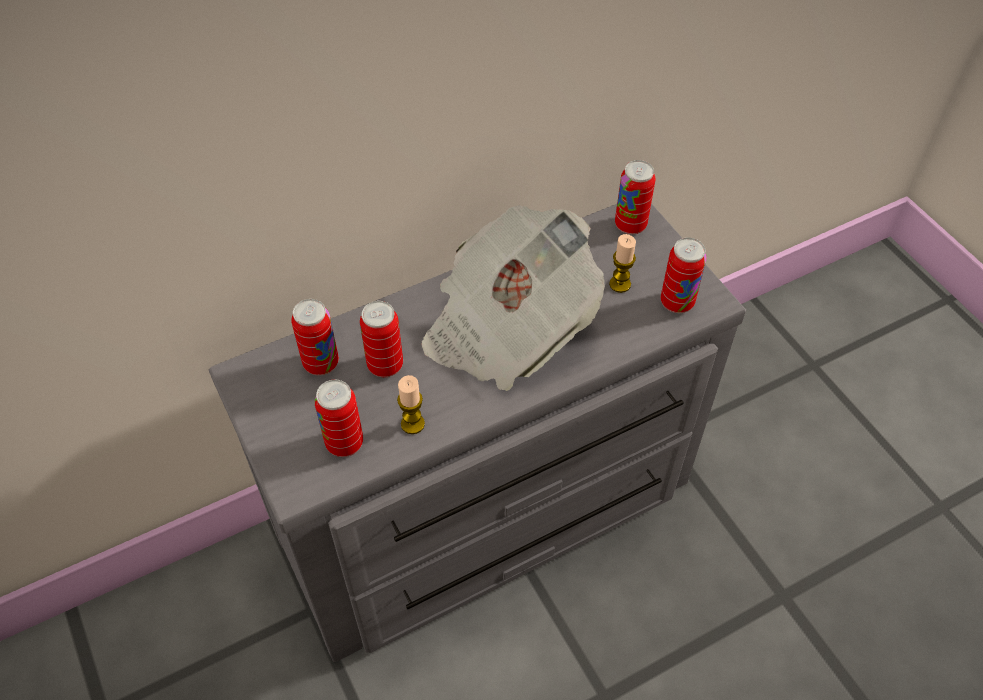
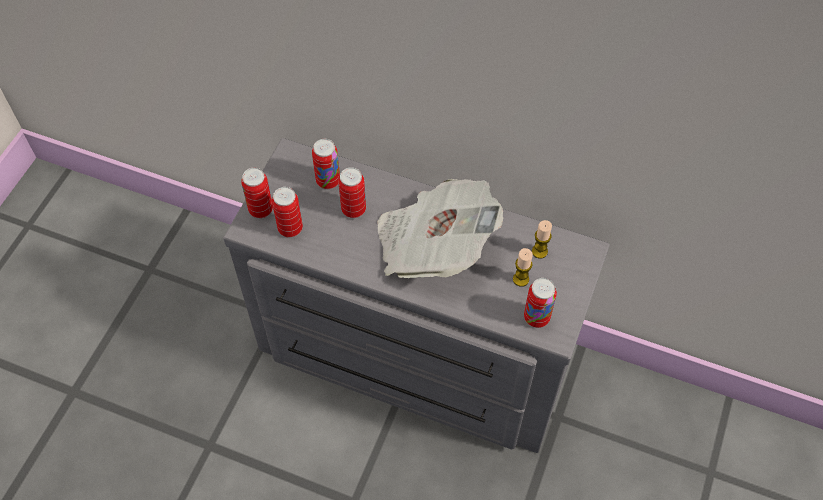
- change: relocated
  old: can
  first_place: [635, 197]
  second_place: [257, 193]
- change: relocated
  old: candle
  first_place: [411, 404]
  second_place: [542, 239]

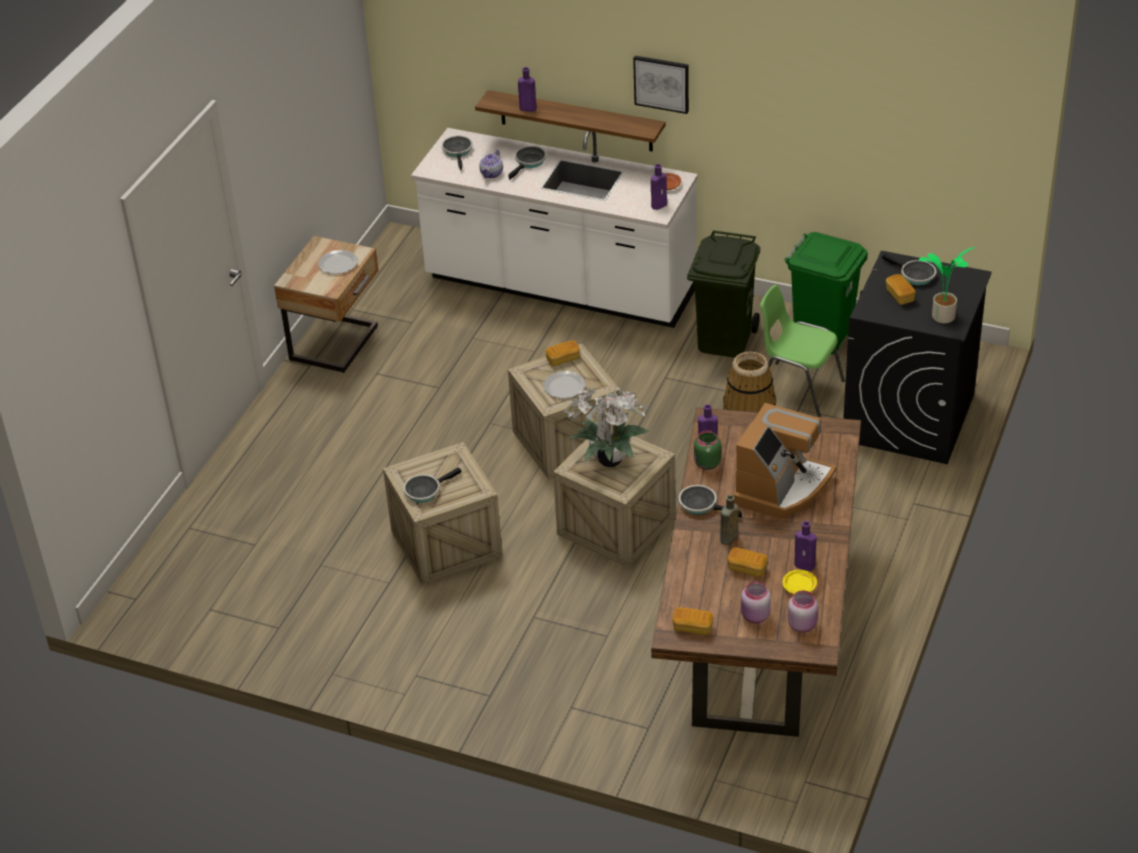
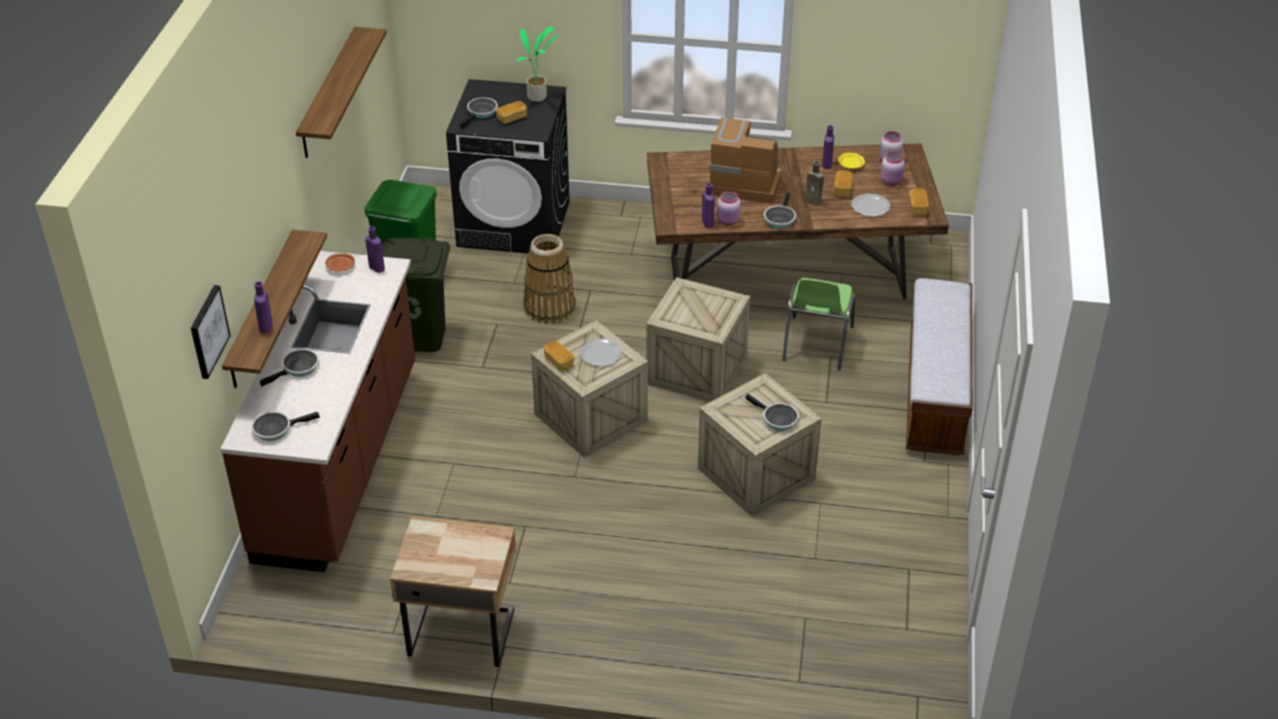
- change: relocated
  old: picture
  first_place: [661, 85]
  second_place: [211, 332]
- change: colour
  old: counter (white)
  new: counter (brown)
  first_place: [554, 228]
  second_place: [317, 411]
- change: spun
  old: frying pan
  first_place: [527, 163]
  second_place: [289, 368]
  degrees: 120
- change: missing
  old: teapot
  first_place: [491, 164]
- change: relocated
  old: plate
  first_place: [338, 262]
  second_place: [870, 205]
- change: relocated
  old: chair (green)
  first_place: [802, 351]
  second_place: [819, 324]
- change: missing
  old: potted plant
  first_place: [606, 426]
- change: colour
  old: jar (green)
  new: jar (pink)
  first_place: [707, 450]
  second_place: [729, 208]
- change: appeared
  new: shelf
  second_place: [341, 92]
- change: appeared
  new: bench
  second_place: [939, 366]

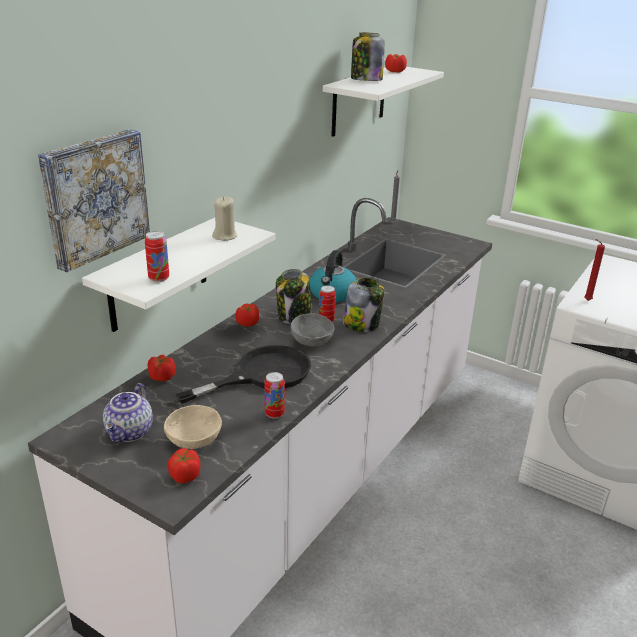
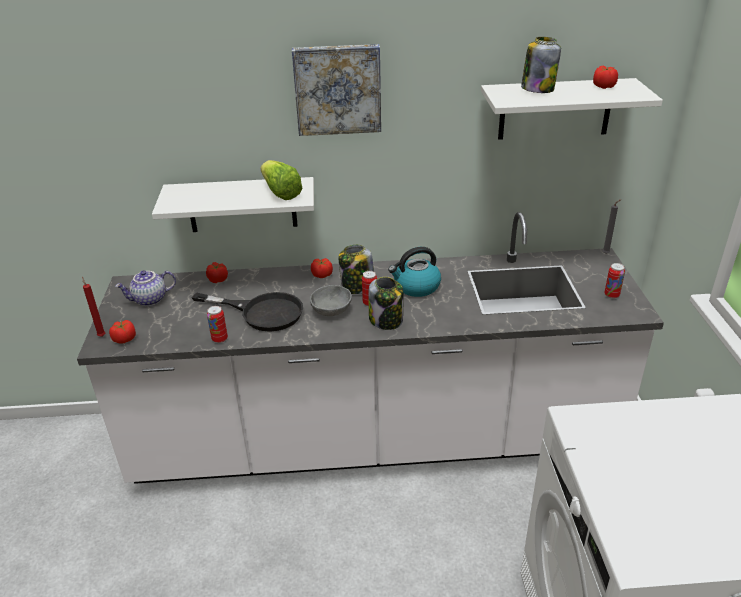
- change: relocated
  old: picture
  first_place: [94, 200]
  second_place: [336, 90]
- change: exchanged
  old: candle (beige)
  new: lettuce
  first_place: [224, 219]
  second_place: [281, 180]
- change: relocated
  old: can
  first_place: [157, 256]
  second_place: [614, 281]
- change: relocated
  old: candle (red)
  first_place: [594, 270]
  second_place: [93, 307]
- change: missing
  old: bowl (beige)
  first_place: [193, 427]

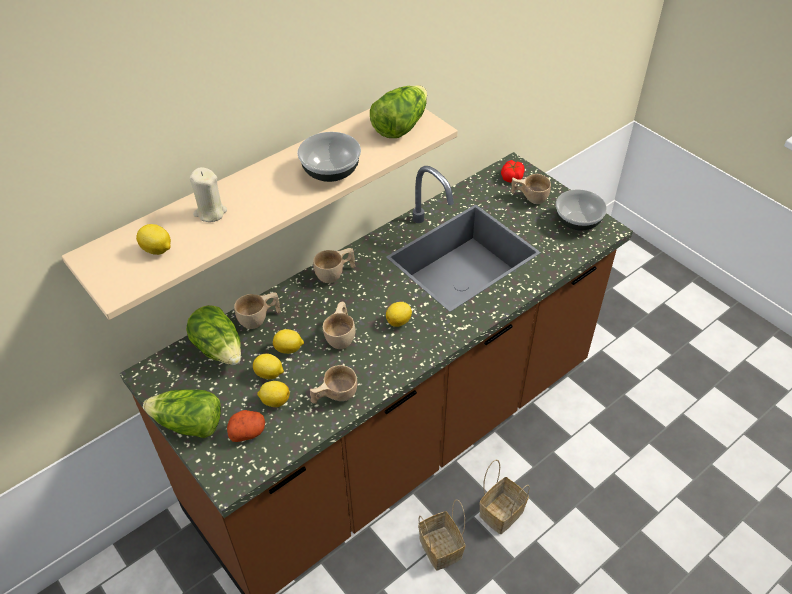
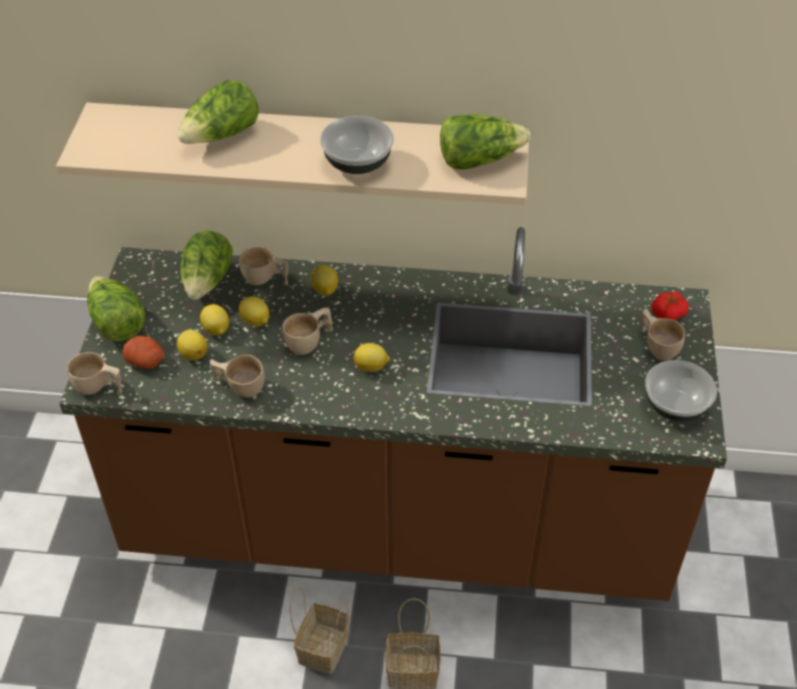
- change: exchanged
  old: candle (beige)
  new: lettuce
  first_place: [208, 194]
  second_place: [218, 112]
- change: relocated
  old: lemon
  first_place: [153, 239]
  second_place: [324, 280]
- change: relocated
  old: cup (beige)
  first_place: [334, 265]
  second_place: [94, 373]

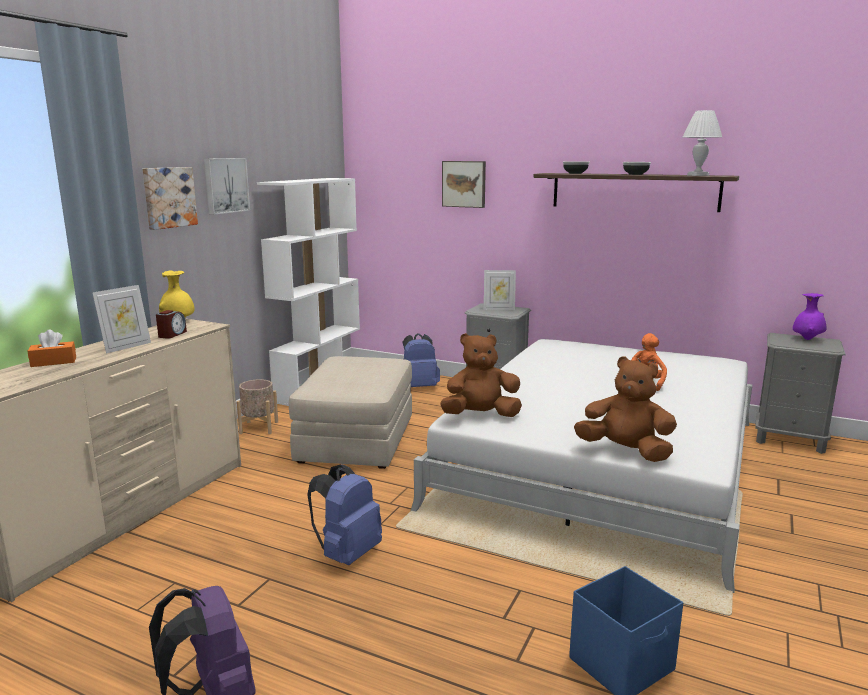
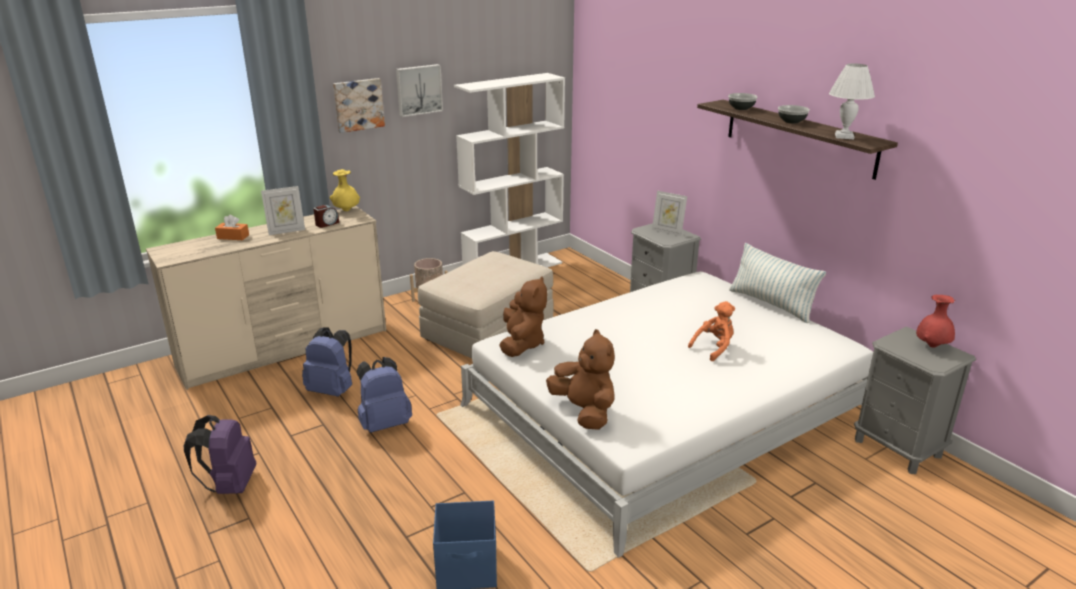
- change: missing
  old: picture
  first_place: [464, 184]
- change: colour
  old: vase (purple)
  new: vase (red)
  first_place: [809, 316]
  second_place: [935, 321]
- change: relocated
  old: backpack (blue)
  first_place: [421, 360]
  second_place: [327, 362]
- change: spun
  old: plush toy (brown)
  first_place: [481, 375]
  second_place: [523, 316]
  degrees: 75
- change: appeared
  new: pillow
  second_place: [777, 283]

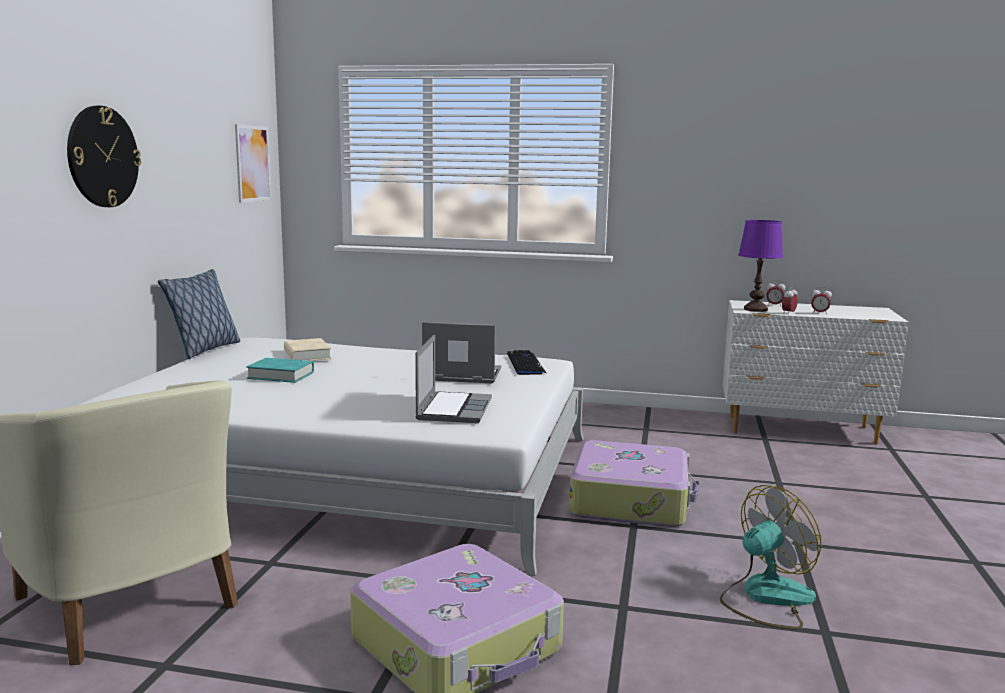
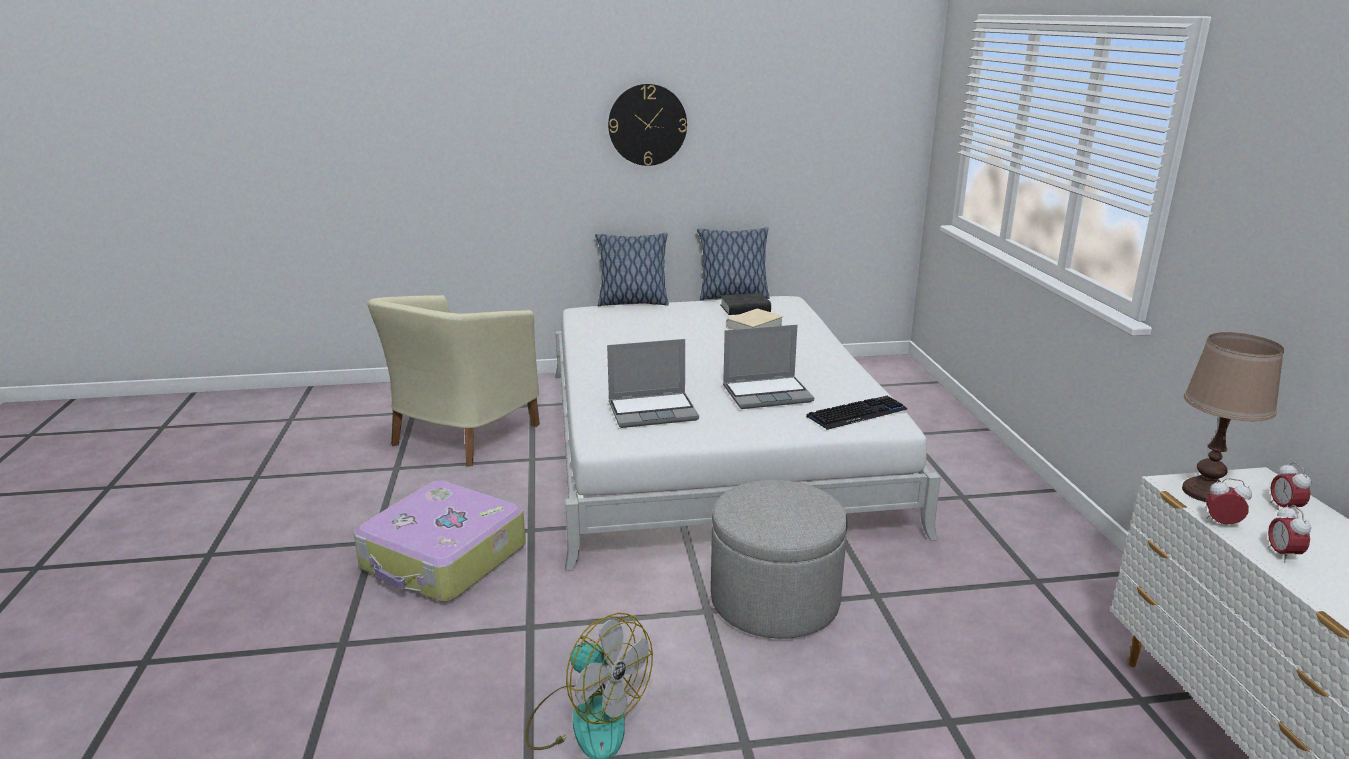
- change: missing
  old: picture
  first_place: [253, 163]
- change: colour
  old: table lamp (purple)
  new: table lamp (brown)
  first_place: [760, 266]
  second_place: [1233, 417]
- change: spun
  old: laptop
  first_place: [461, 352]
  second_place: [768, 367]
  degrees: 90
- change: missing
  old: book (turquoise)
  first_place: [280, 370]
- change: exchanged
  old: suitcase
  new: ottoman (grey)
  first_place: [634, 483]
  second_place: [779, 559]
- change: appeared
  new: pillow
  second_place: [632, 269]
- change: appeared
  new: book (black)
  second_place: [745, 304]

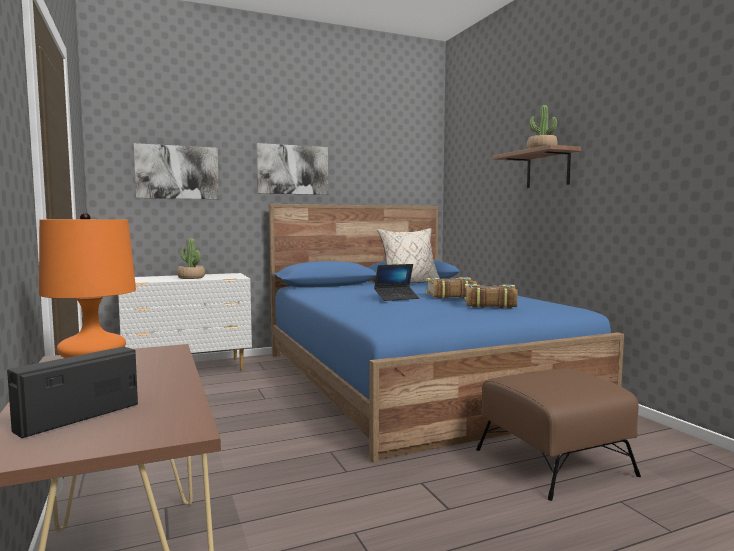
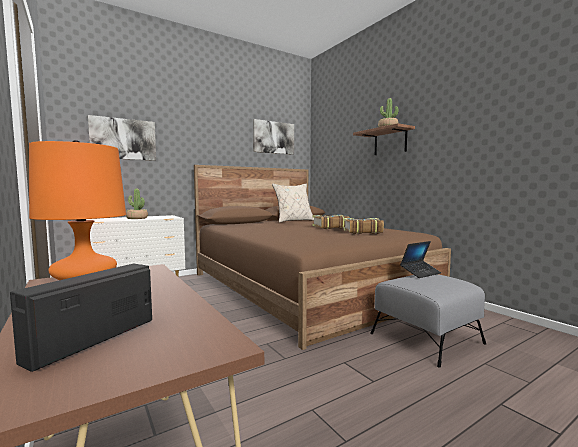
- change: relocated
  old: picture
  first_place: [292, 169]
  second_place: [273, 137]
- change: colour
  old: bed (blue)
  new: bed (brown)
  first_place: [446, 333]
  second_place: [322, 257]
- change: relocated
  old: laptop
  first_place: [397, 282]
  second_place: [420, 259]
- change: colour
  old: ottoman (brown)
  new: ottoman (grey)
  first_place: [558, 435]
  second_place: [428, 321]

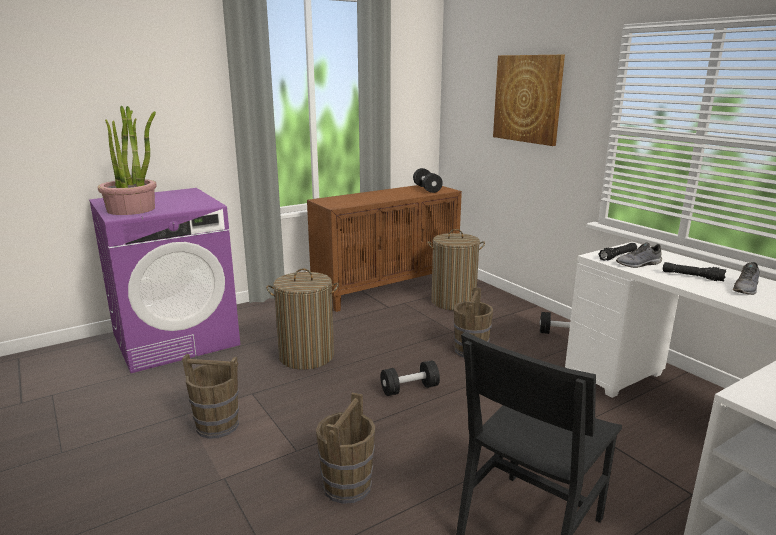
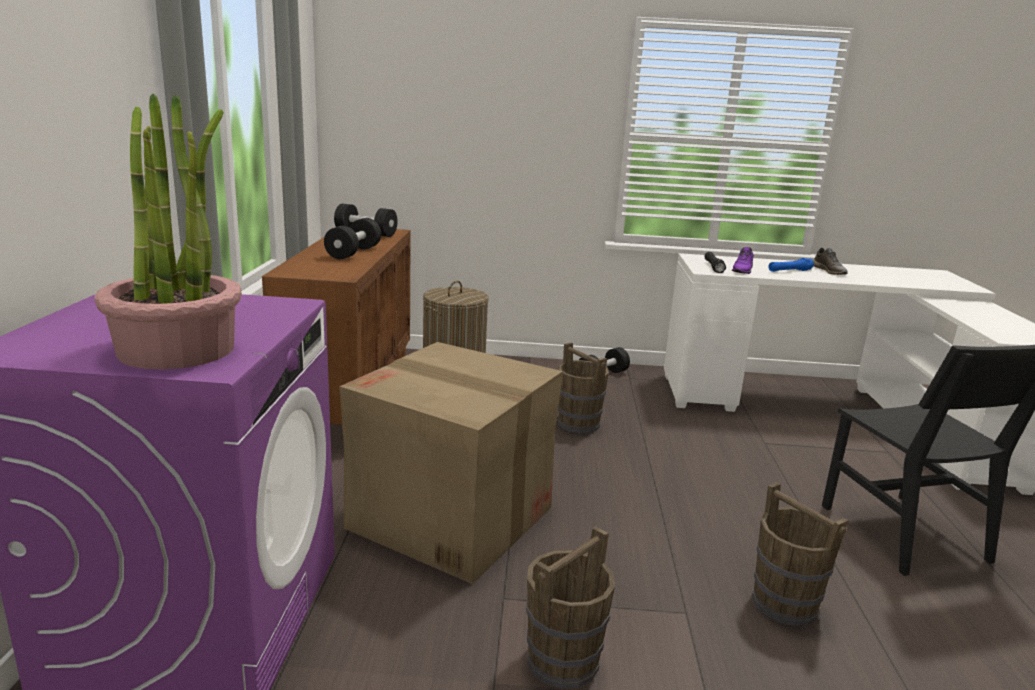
- change: missing
  old: picture
  first_place: [529, 100]
- change: colour
  old: shoe (grey)
  new: shoe (purple)
  first_place: [639, 255]
  second_place: [743, 260]
- change: colour
  old: flashlight (black)
  new: flashlight (blue)
  first_place: [694, 271]
  second_place: [791, 265]
- change: exchanged
  old: laundry basket
  new: cardboard box
  first_place: [302, 319]
  second_place: [451, 463]
- change: relocated
  old: dumbbell (black)
  first_place: [410, 378]
  second_place: [352, 238]

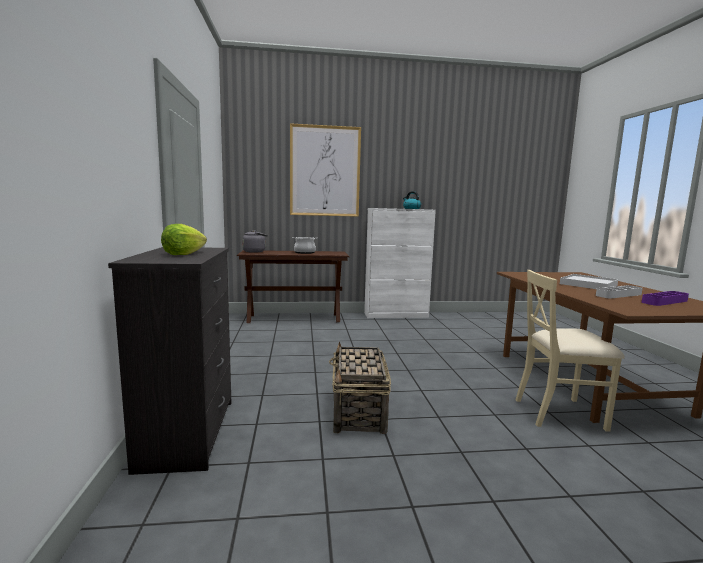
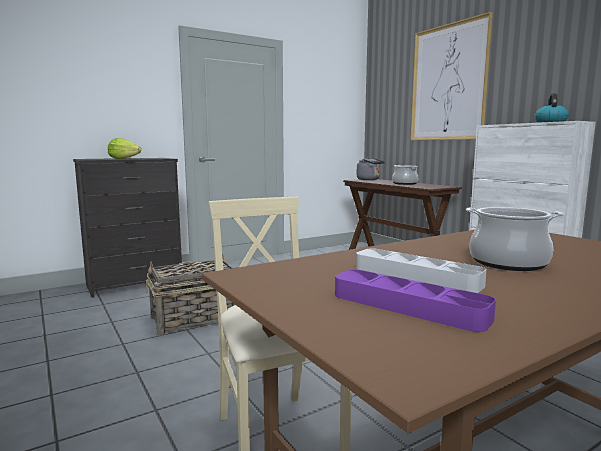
- change: exchanged
  old: tray (white)
  new: cooking pot
  first_place: [589, 281]
  second_place: [515, 239]

